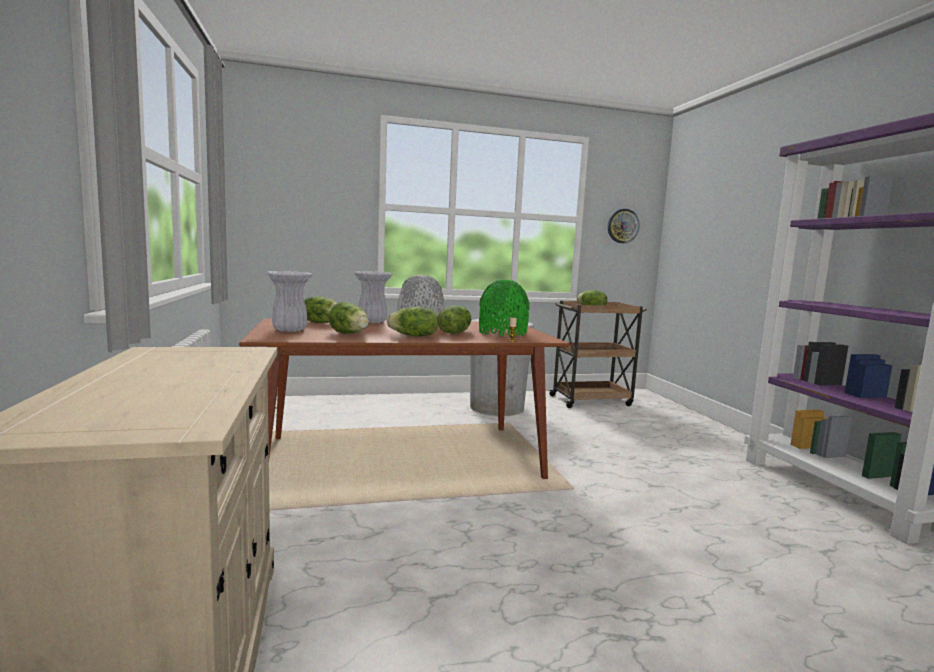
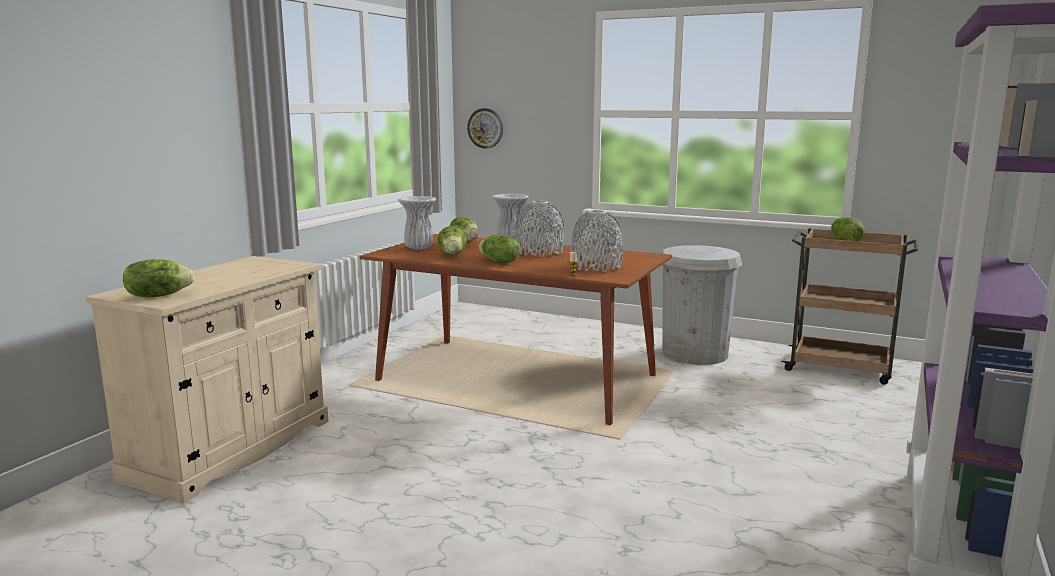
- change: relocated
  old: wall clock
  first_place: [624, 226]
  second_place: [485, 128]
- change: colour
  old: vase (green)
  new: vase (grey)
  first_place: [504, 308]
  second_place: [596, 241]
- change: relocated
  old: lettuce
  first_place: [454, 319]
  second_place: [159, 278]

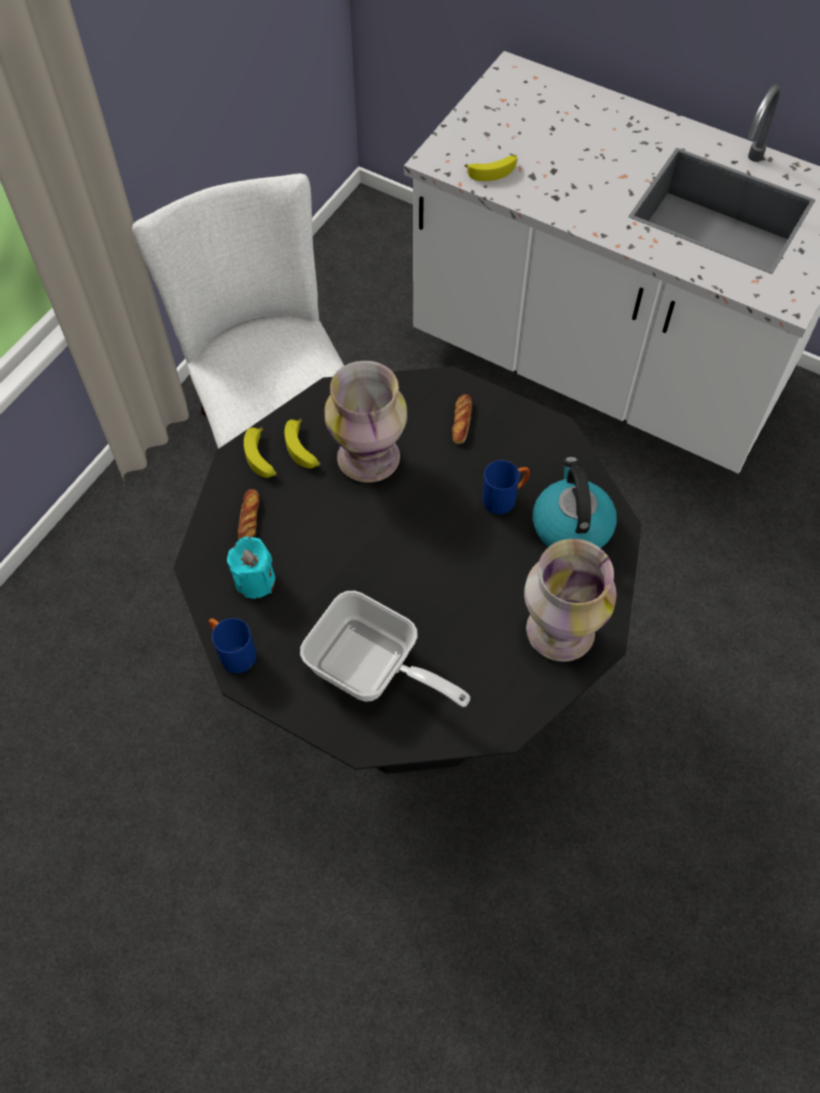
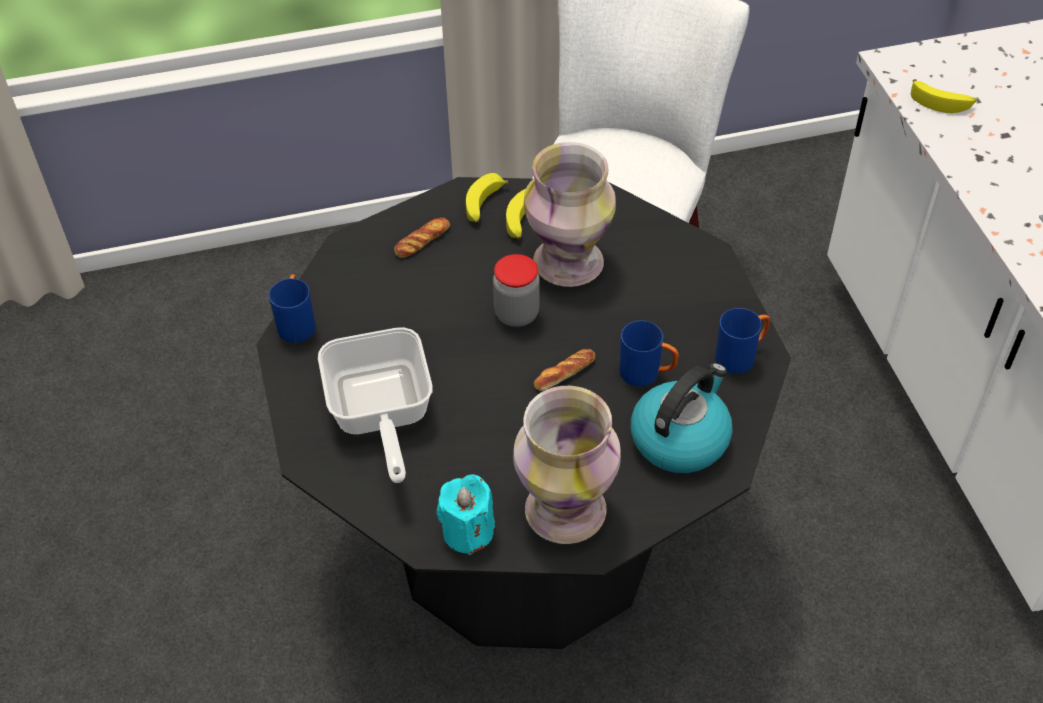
- change: relocated
  old: bread
  first_place: [462, 419]
  second_place: [564, 370]
- change: relocated
  old: candle (turquoise)
  first_place: [251, 568]
  second_place: [466, 514]
- change: appeared
  new: jar
  second_place: [516, 290]
- change: appeared
  new: mug (blue)
  second_place: [742, 341]

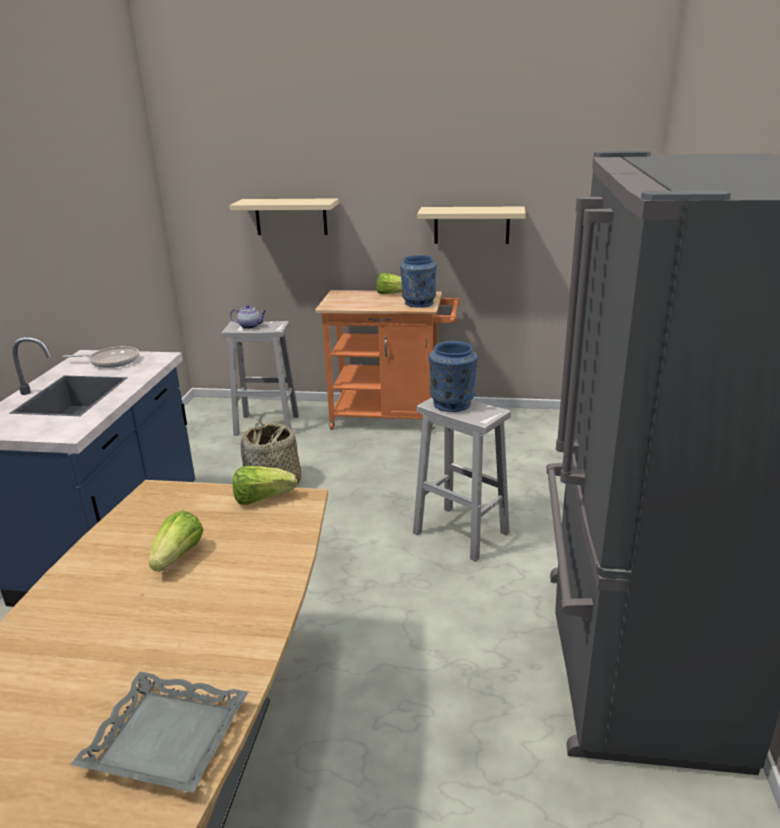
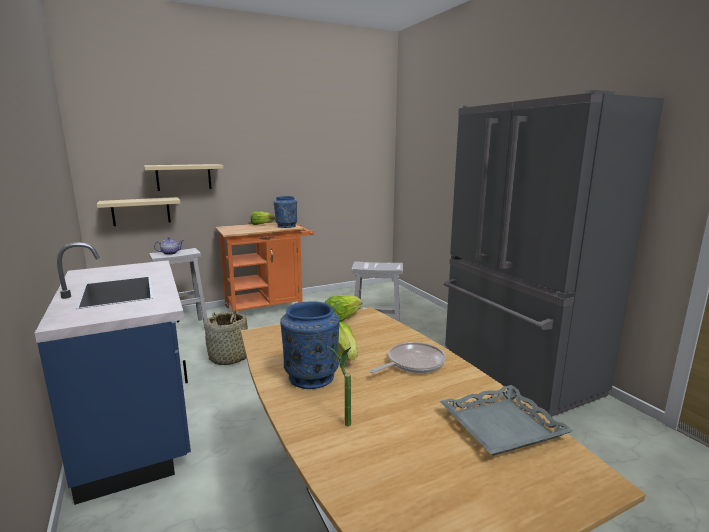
- change: relocated
  old: shelf (beige)
  first_place: [471, 225]
  second_place: [139, 211]
- change: relocated
  old: vase (blue)
  first_place: [453, 376]
  second_place: [310, 345]
- change: relocated
  old: frying pan
  first_place: [101, 357]
  second_place: [408, 357]
- change: appeared
  new: potted plant
  second_place: [339, 386]

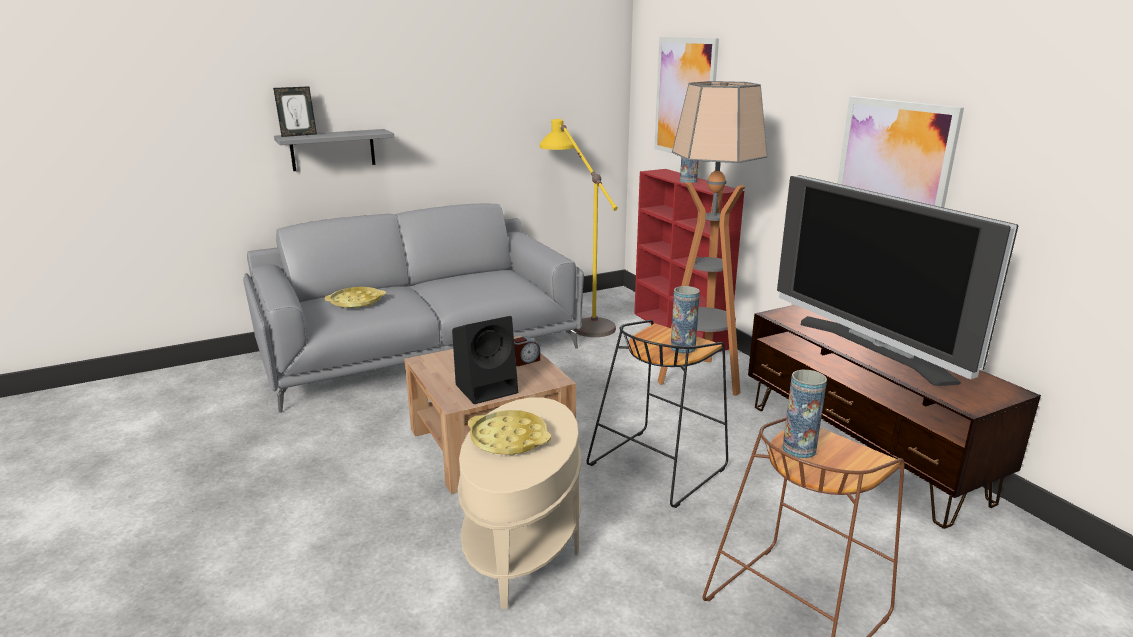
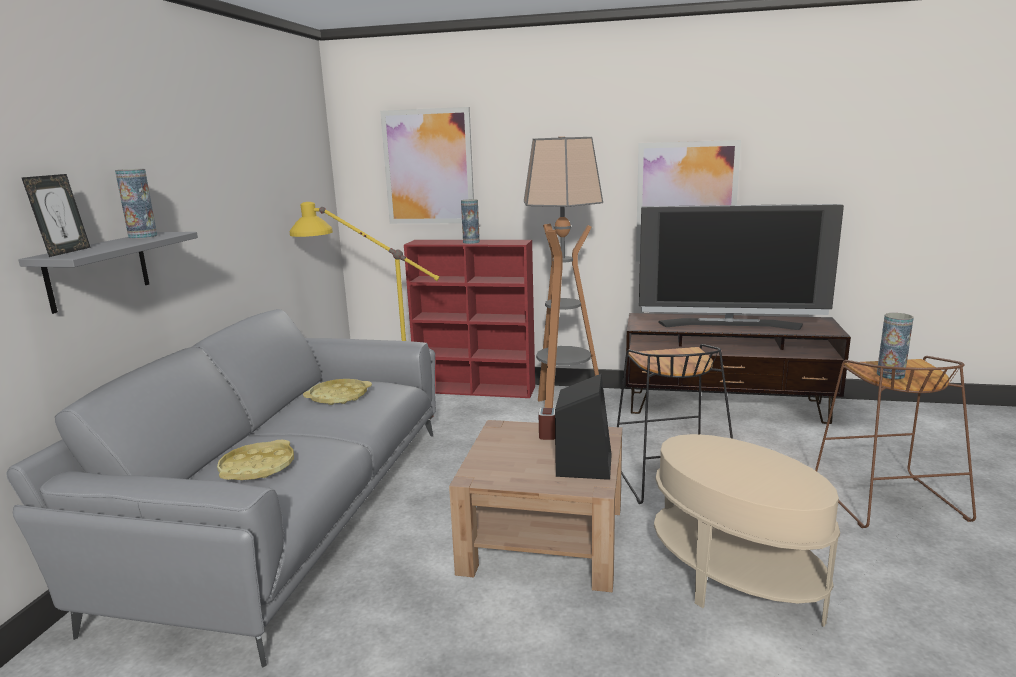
- change: relocated
  old: vase
  first_place: [685, 319]
  second_place: [136, 204]
- change: relocated
  old: tray (yellow)
  first_place: [509, 432]
  second_place: [337, 392]

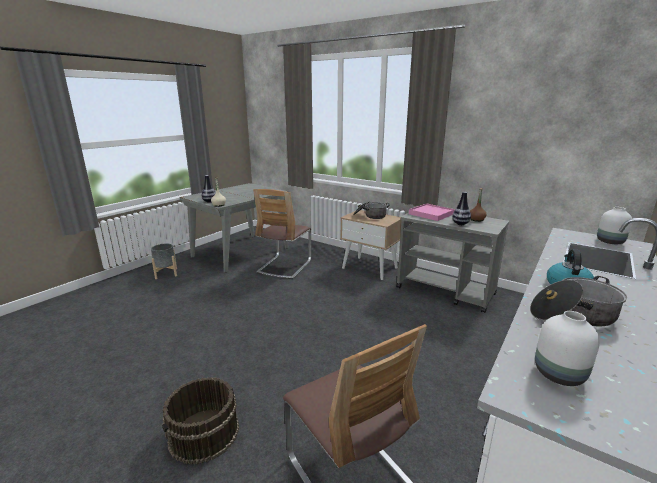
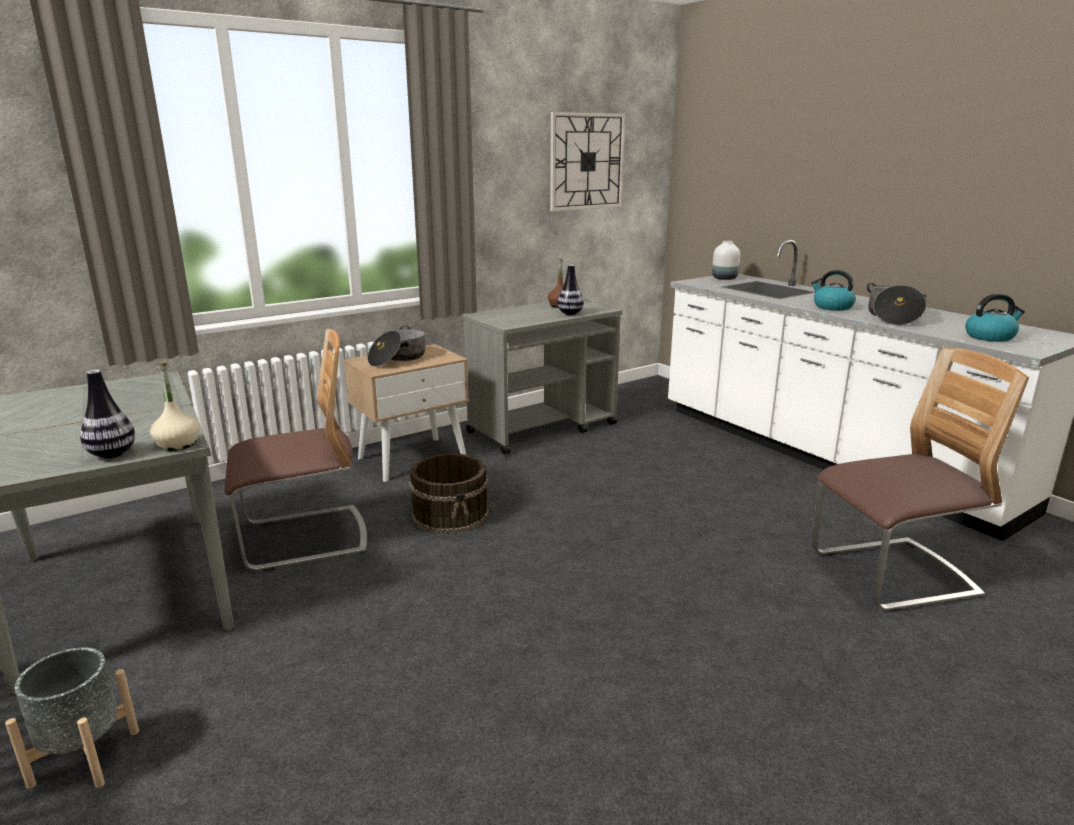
- change: spun
  old: chair
  first_place: [282, 234]
  second_place: [296, 449]
  degrees: -60
- change: missing
  old: tray (pink)
  first_place: [432, 212]
- change: exchanged
  old: vase (white)
  new: kettle
  first_place: [567, 348]
  second_place: [995, 318]
- change: relocated
  old: bucket (brown)
  first_place: [200, 421]
  second_place: [449, 493]
- change: appeared
  new: wall clock
  second_place: [588, 161]

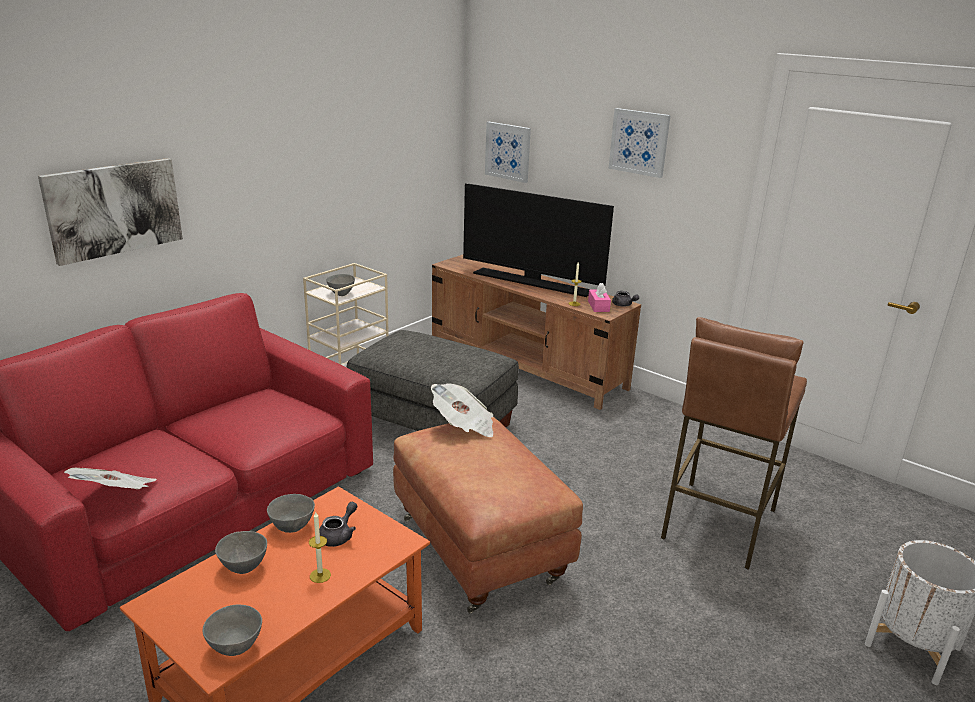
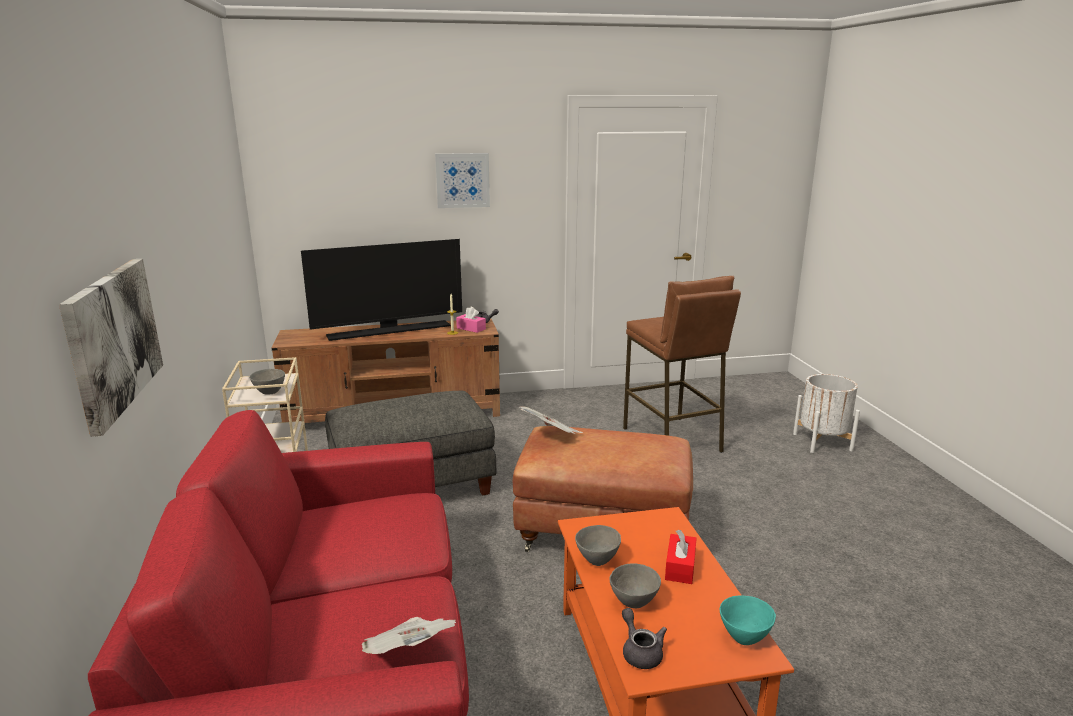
- change: missing
  old: picture
  first_place: [508, 152]
- change: relocated
  old: teapot (grey)
  first_place: [338, 524]
  second_place: [644, 638]
- change: exchanged
  old: candle
  new: tissue box (red)
  first_place: [320, 547]
  second_place: [681, 557]
- change: colour
  old: bowl (grey)
  new: bowl (turquoise)
  first_place: [232, 630]
  second_place: [748, 620]

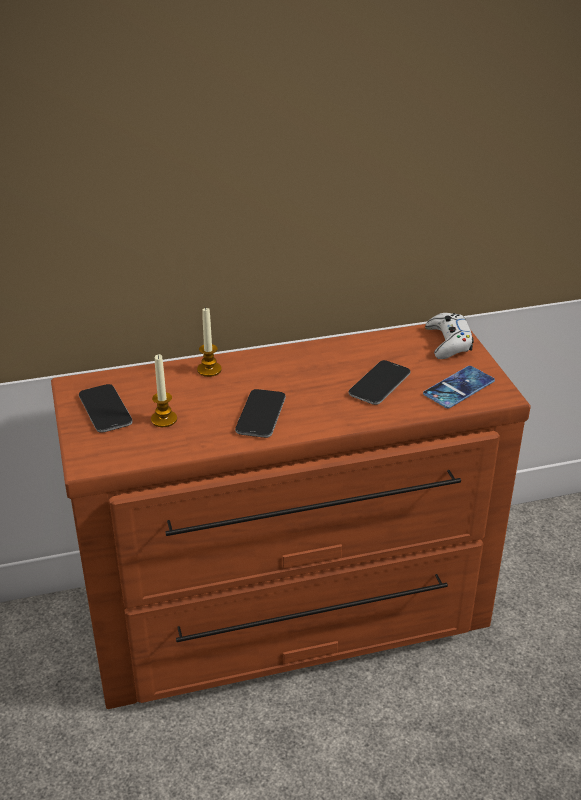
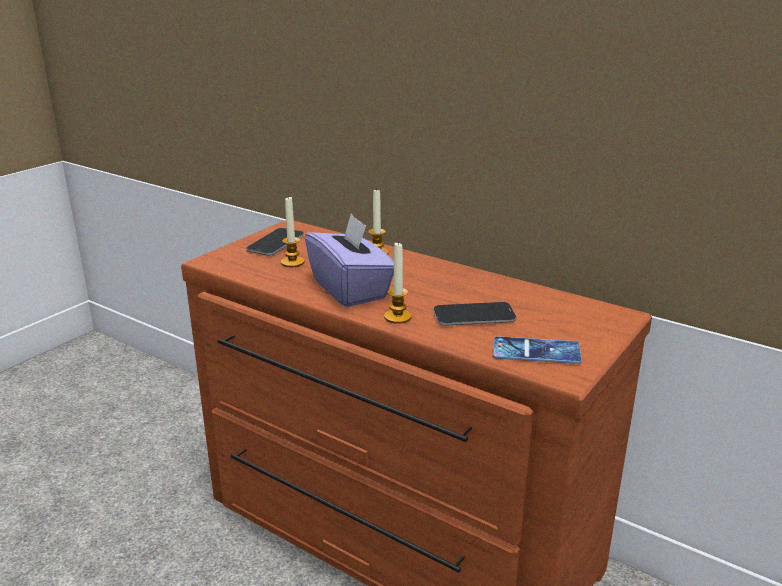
- change: missing
  old: game controller (white)
  first_place: [449, 336]
- change: exchanged
  old: phone
  new: tissue box (purple)
  first_place: [260, 413]
  second_place: [349, 260]
- change: appeared
  new: candle
  second_place: [398, 282]

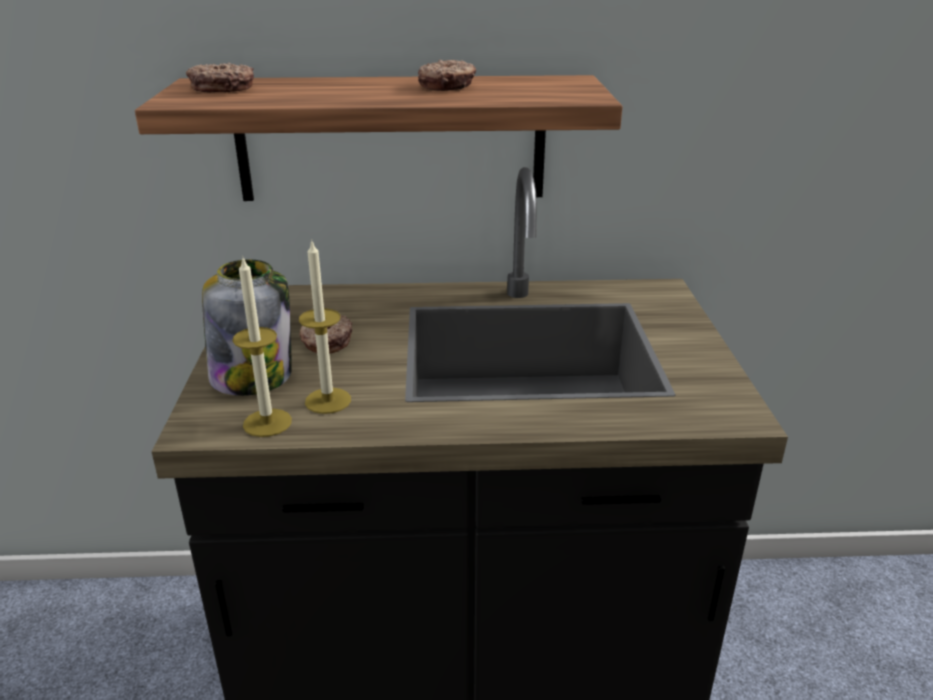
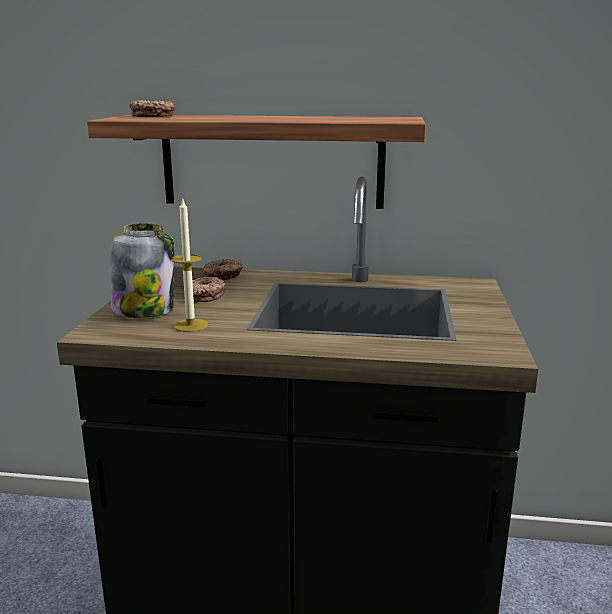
- change: relocated
  old: donut
  first_place: [447, 75]
  second_place: [222, 269]
- change: missing
  old: candle
  first_place: [262, 347]

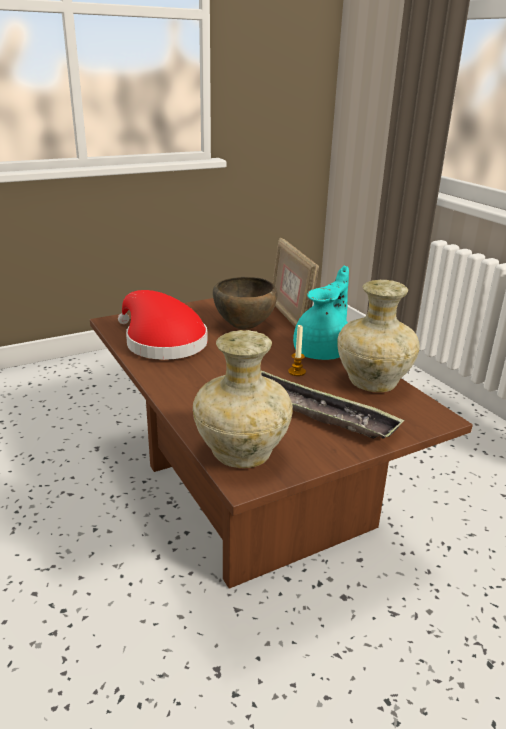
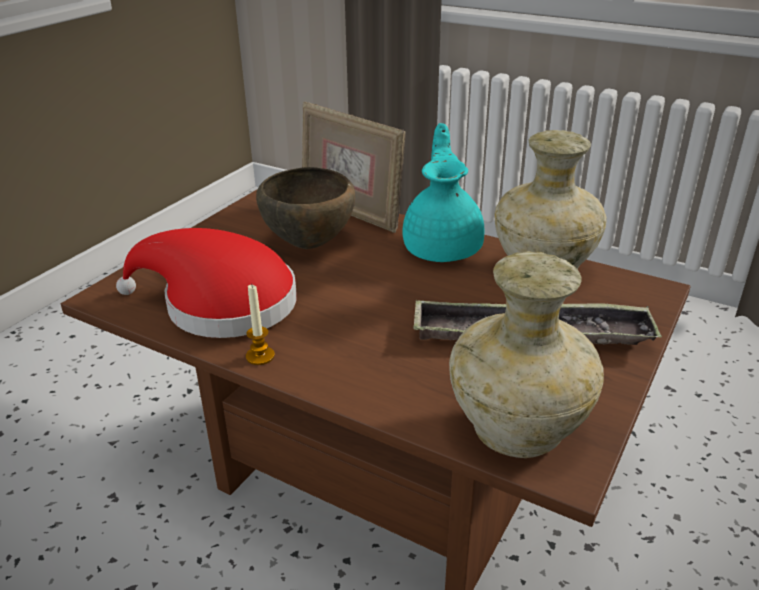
- change: relocated
  old: candle
  first_place: [297, 350]
  second_place: [260, 325]

